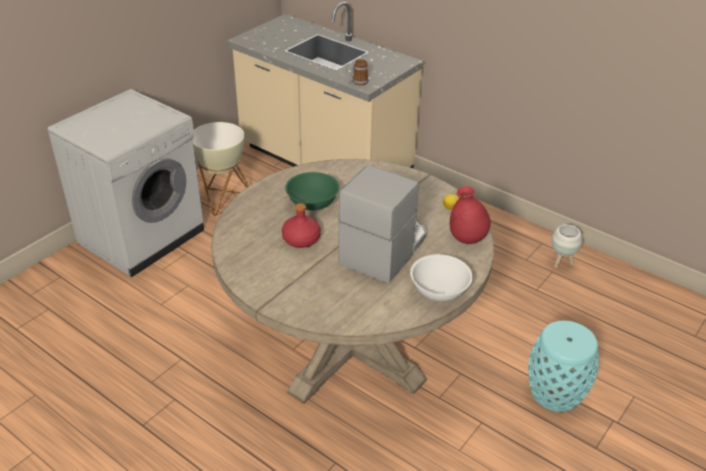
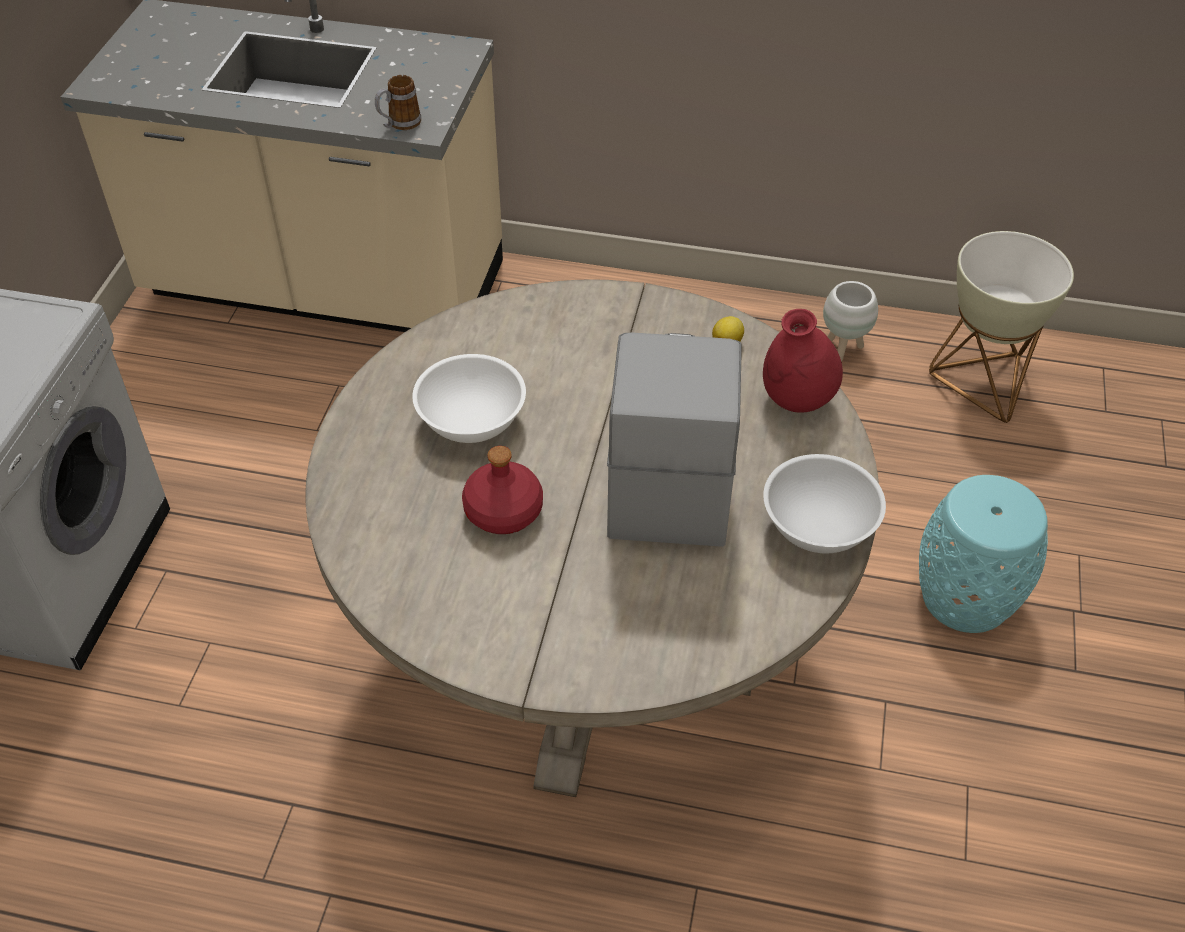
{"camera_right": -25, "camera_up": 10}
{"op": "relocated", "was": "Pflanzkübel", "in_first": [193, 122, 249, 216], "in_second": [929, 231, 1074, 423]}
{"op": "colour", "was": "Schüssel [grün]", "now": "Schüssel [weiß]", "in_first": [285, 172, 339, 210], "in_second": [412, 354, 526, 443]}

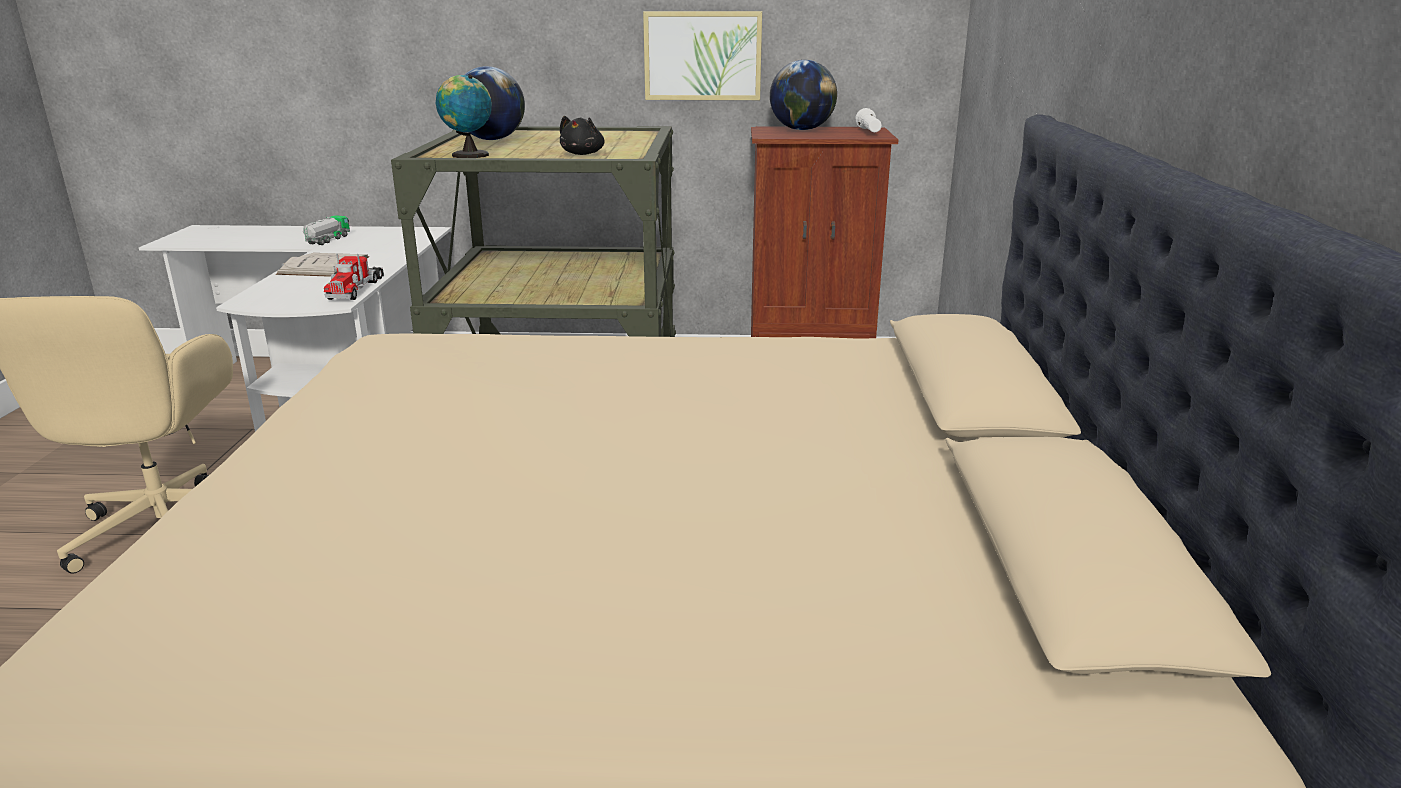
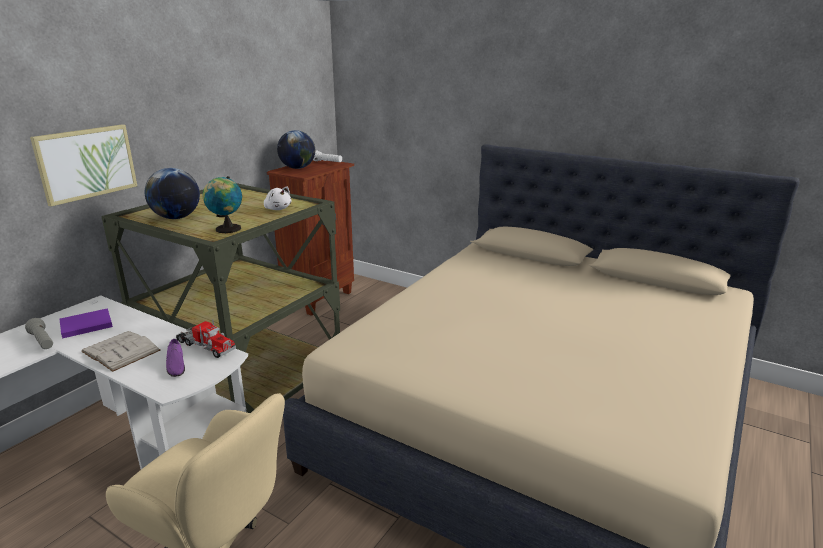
{"camera_right": -60, "camera_up": 0}
{"op": "relocated", "was": "Bild", "in_first": [643, 11, 762, 100], "in_second": [30, 124, 137, 207]}
{"op": "colour", "was": "Plüschtier [schwarz]", "now": "Plüschtier [weiß]", "in_first": [560, 116, 605, 155], "in_second": [264, 186, 291, 210]}
{"op": "exchanged", "was": "Spielzeuglaster", "now": "Taschenlampe [grau]", "in_first": [303, 215, 350, 245], "in_second": [25, 318, 53, 349]}
{"op": "appeared", "now": "Buch [lila]", "in_second": [60, 308, 113, 339]}
{"op": "appeared", "now": "Schuh [lila]", "in_second": [166, 339, 185, 377]}

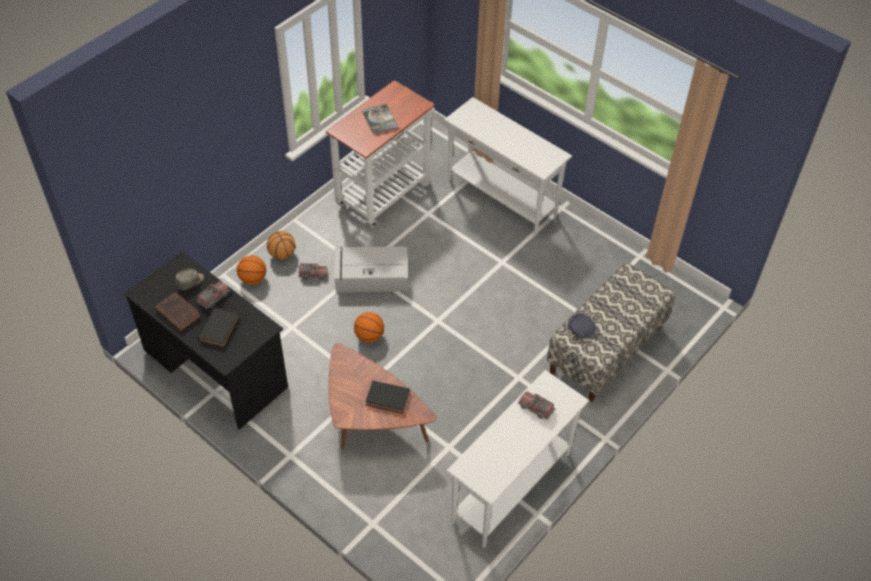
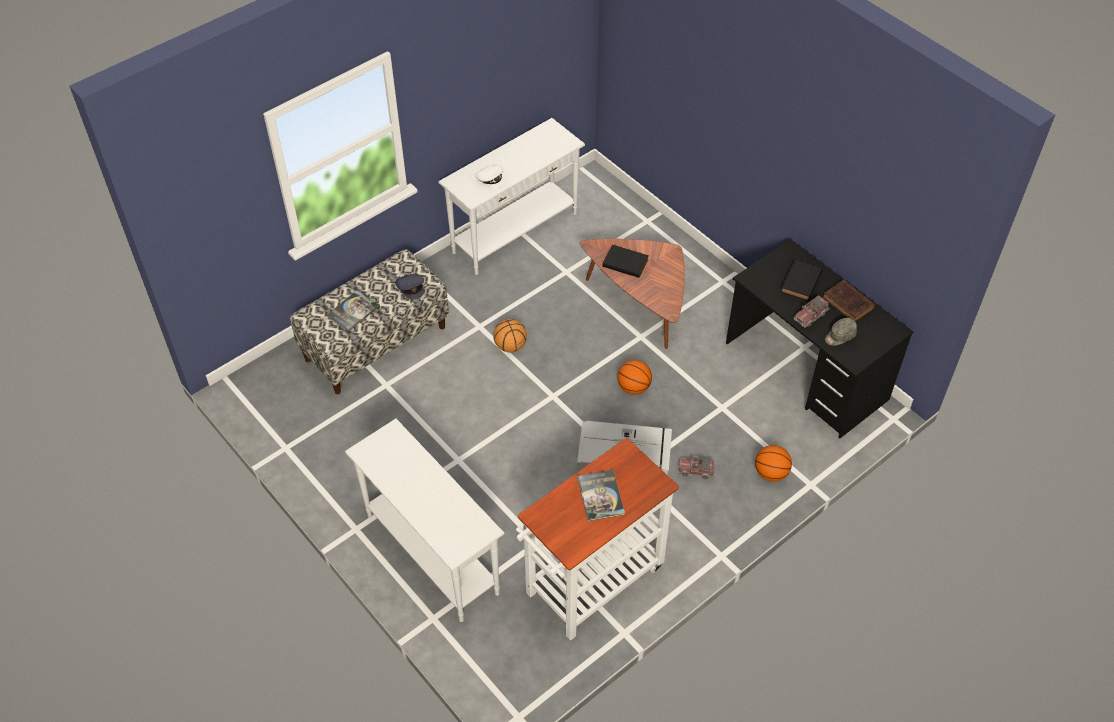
{"camera_right": -170, "camera_up": 0}
{"op": "relocated", "was": "Basketball", "in_first": [267, 231, 295, 260], "in_second": [493, 319, 527, 352]}
{"op": "exchanged", "was": "Spielzeuglaster", "now": "Kappe [weiß]", "in_first": [518, 391, 555, 420], "in_second": [475, 165, 505, 189]}
{"op": "appeared", "now": "Buch", "in_second": [327, 290, 380, 331]}

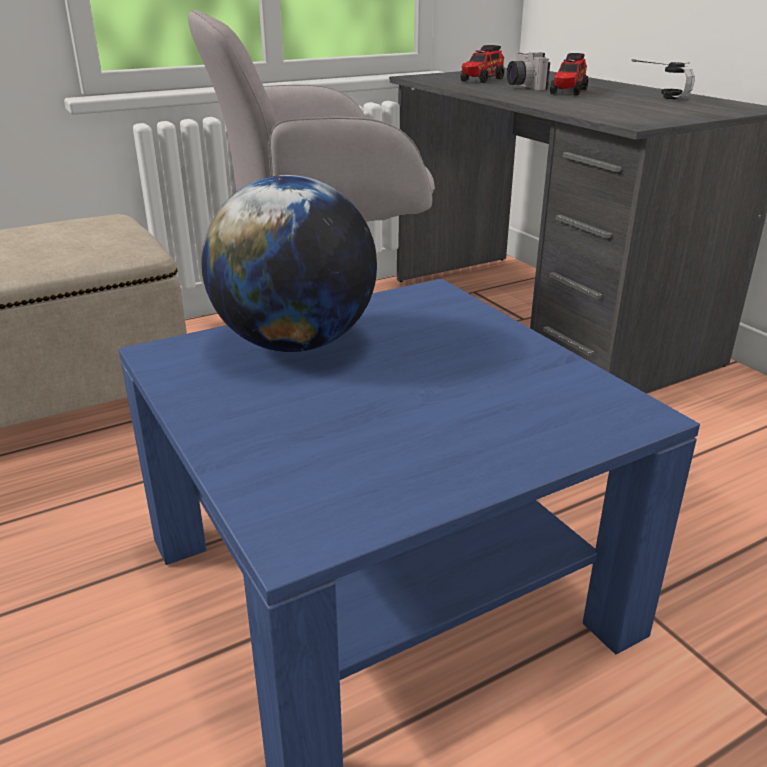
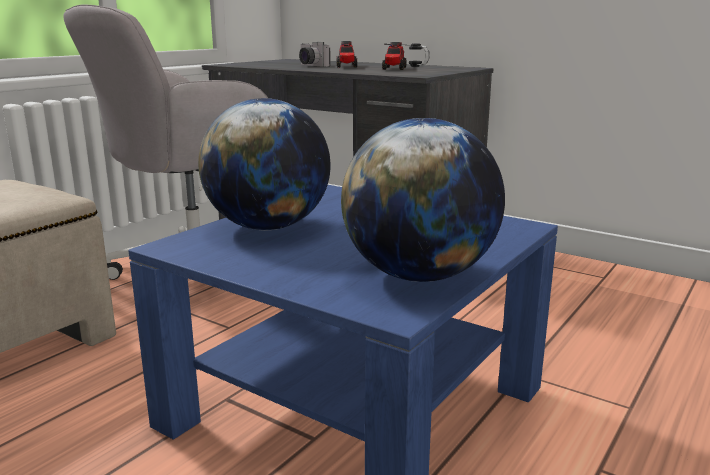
{"camera_right": -25, "camera_up": -10}
{"op": "relocated", "was": "Spielzeuglaster", "in_first": [460, 45, 505, 83], "in_second": [382, 42, 406, 70]}
{"op": "appeared", "now": "Globus", "in_second": [341, 118, 505, 282]}

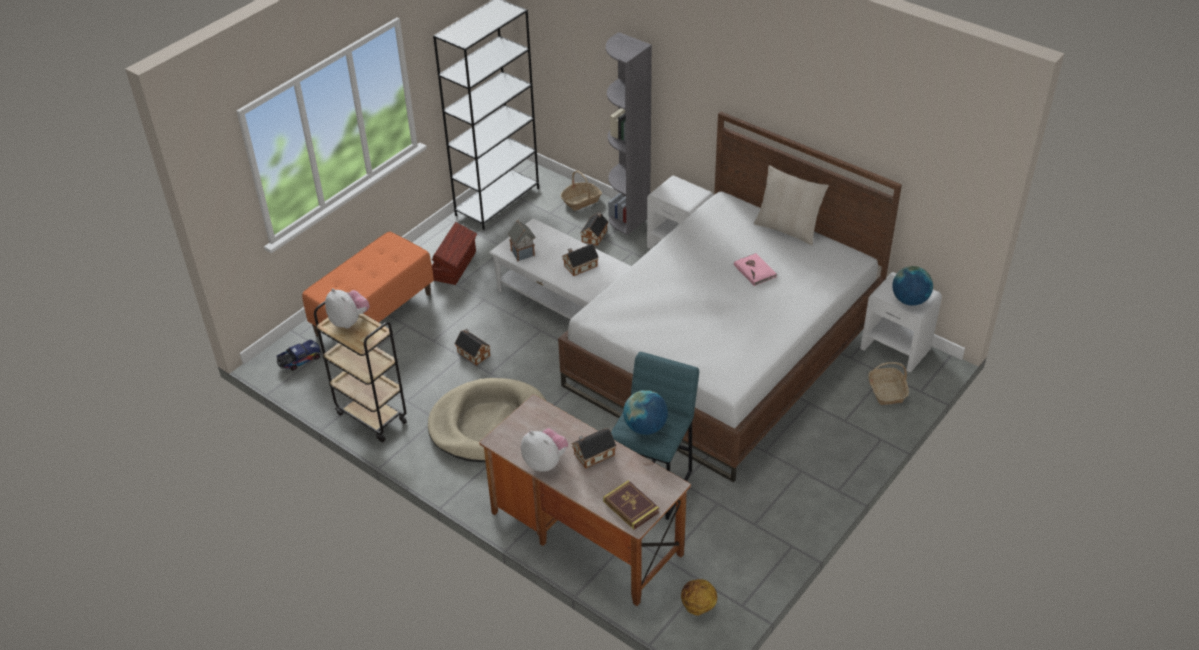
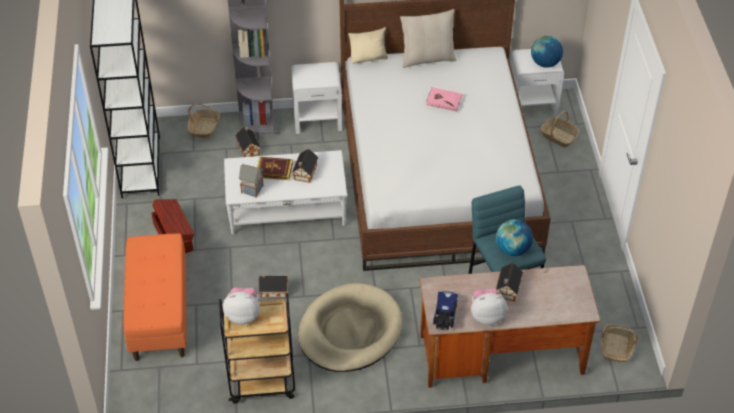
{"camera_right": -45, "camera_up": 5}
{"op": "relocated", "was": "Spielzeuglaster", "in_first": [277, 339, 321, 371], "in_second": [433, 291, 458, 330]}
{"op": "relocated", "was": "Buch", "in_first": [603, 480, 659, 530], "in_second": [257, 157, 293, 180]}
{"op": "exchanged", "was": "Basketball", "now": "Korb", "in_first": [681, 579, 717, 616], "in_second": [601, 324, 638, 363]}
{"op": "appeared", "now": "Kissen [beige]", "in_second": [348, 27, 388, 64]}

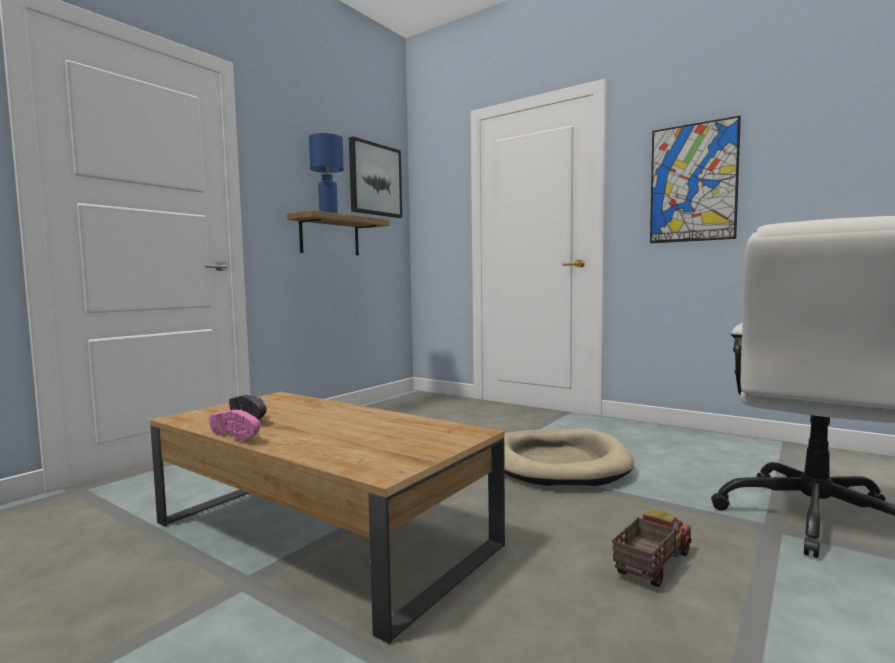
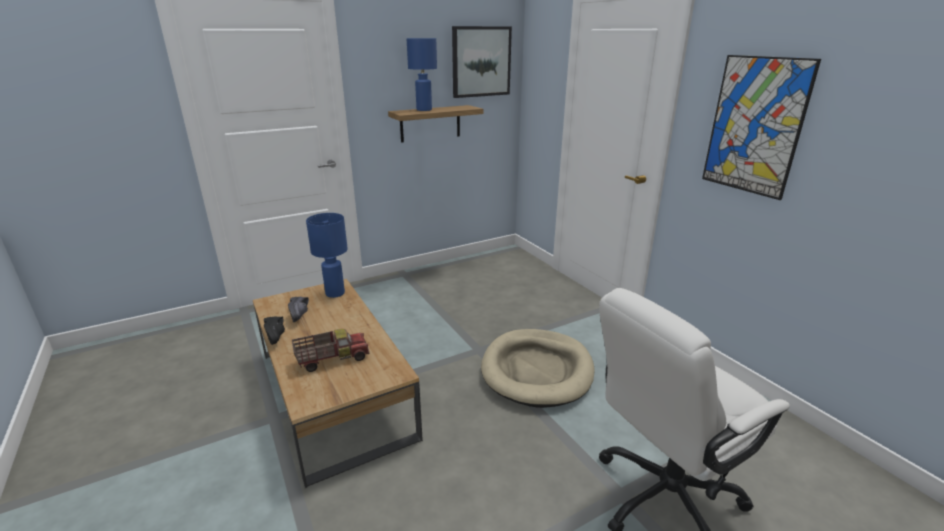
{"camera_right": 25, "camera_up": 20}
{"op": "colour", "was": "Schuh [rosa]", "now": "Schuh [schwarz]", "in_first": [209, 410, 261, 441], "in_second": [264, 316, 285, 345]}
{"op": "relocated", "was": "Spielzeuglaster", "in_first": [612, 510, 691, 587], "in_second": [292, 329, 369, 372]}
{"op": "appeared", "now": "Tischlampe [blau]", "in_second": [306, 213, 348, 298]}

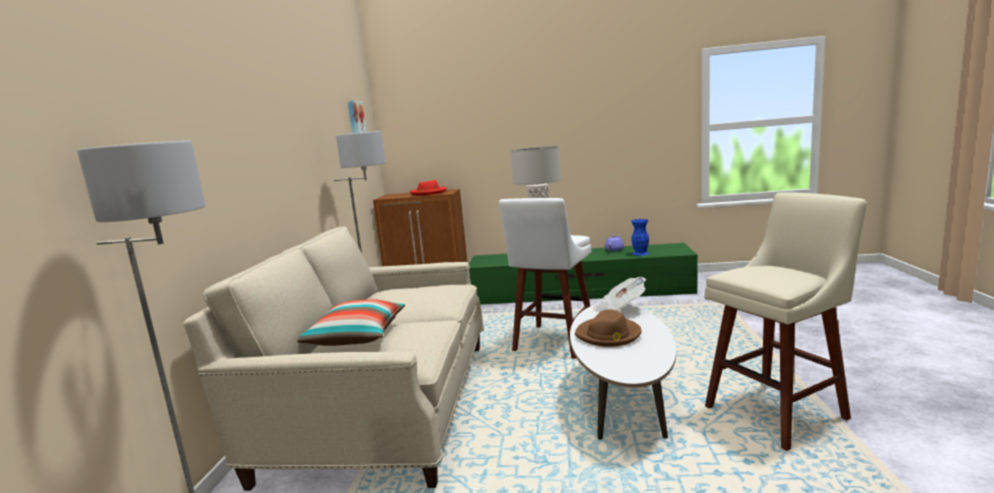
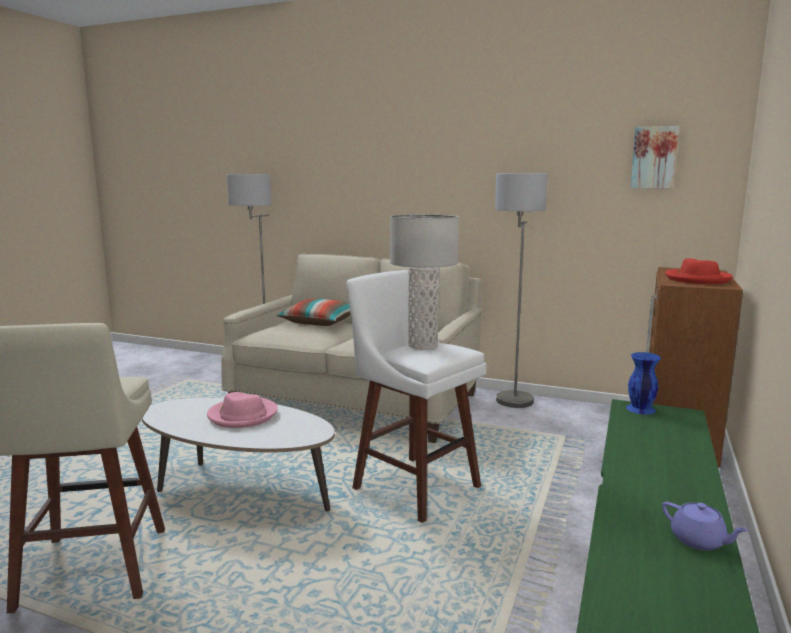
{"camera_right": 105, "camera_up": 0}
{"op": "relocated", "was": "Vase [blau]", "in_first": [631, 219, 649, 256], "in_second": [626, 352, 661, 415]}
{"op": "missing", "was": "Zeitung", "in_first": [593, 277, 646, 312]}
{"op": "colour", "was": "Hut [braun]", "now": "Hut [rosa]", "in_first": [575, 309, 642, 347], "in_second": [207, 392, 278, 428]}

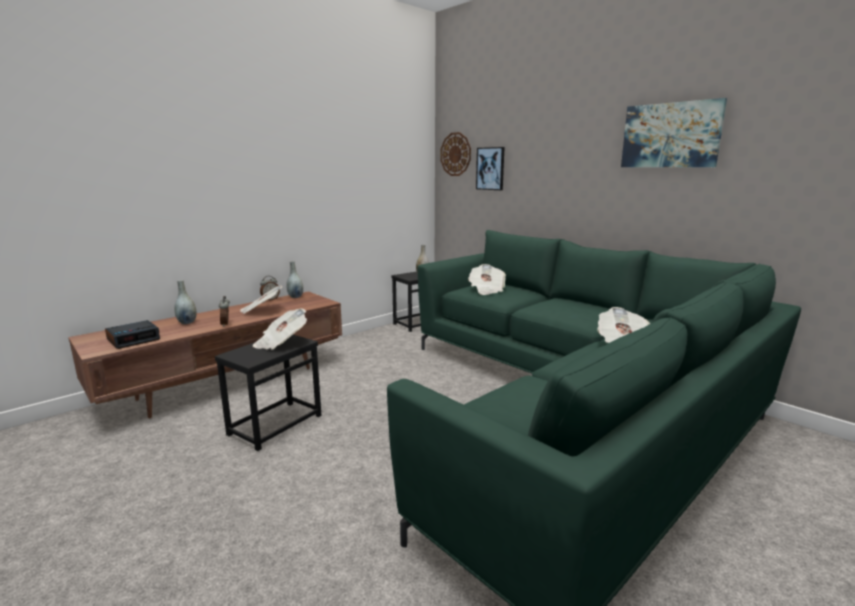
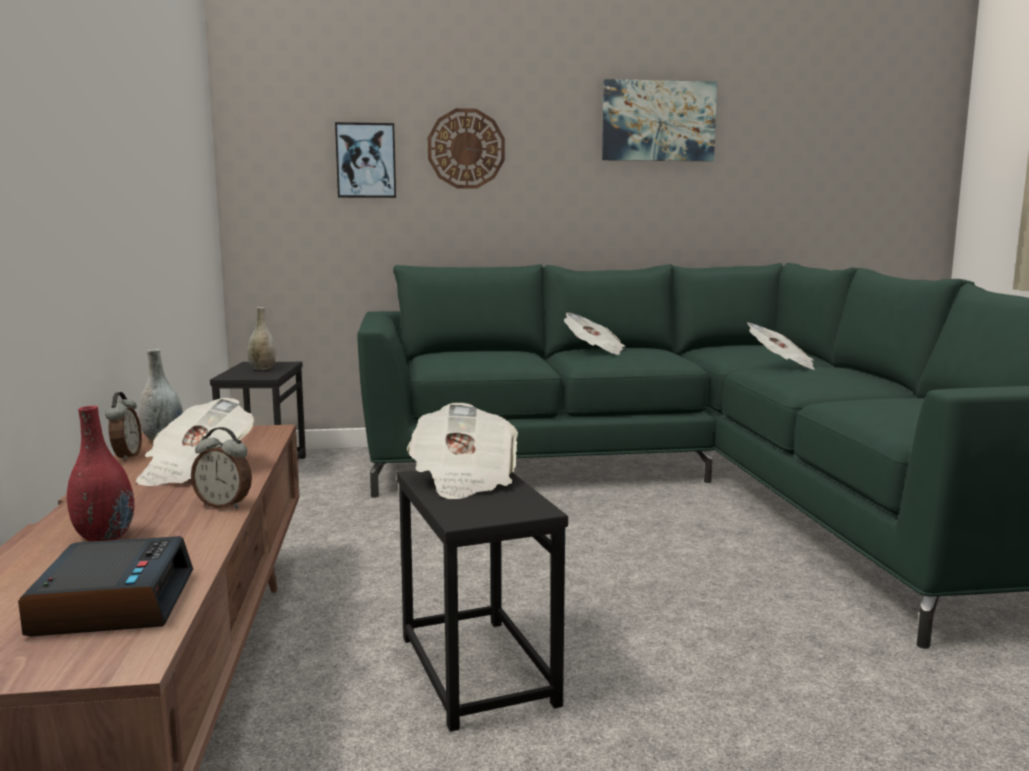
{"camera_right": -55, "camera_up": -5}
{"op": "relocated", "was": "Wanduhr", "in_first": [440, 132, 471, 176], "in_second": [428, 108, 505, 189]}
{"op": "relocated", "was": "Zeitung", "in_first": [468, 264, 506, 295], "in_second": [564, 313, 625, 355]}
{"op": "colour", "was": "Vase [grau]", "now": "Vase [rot]", "in_first": [174, 280, 197, 324], "in_second": [67, 406, 134, 542]}

